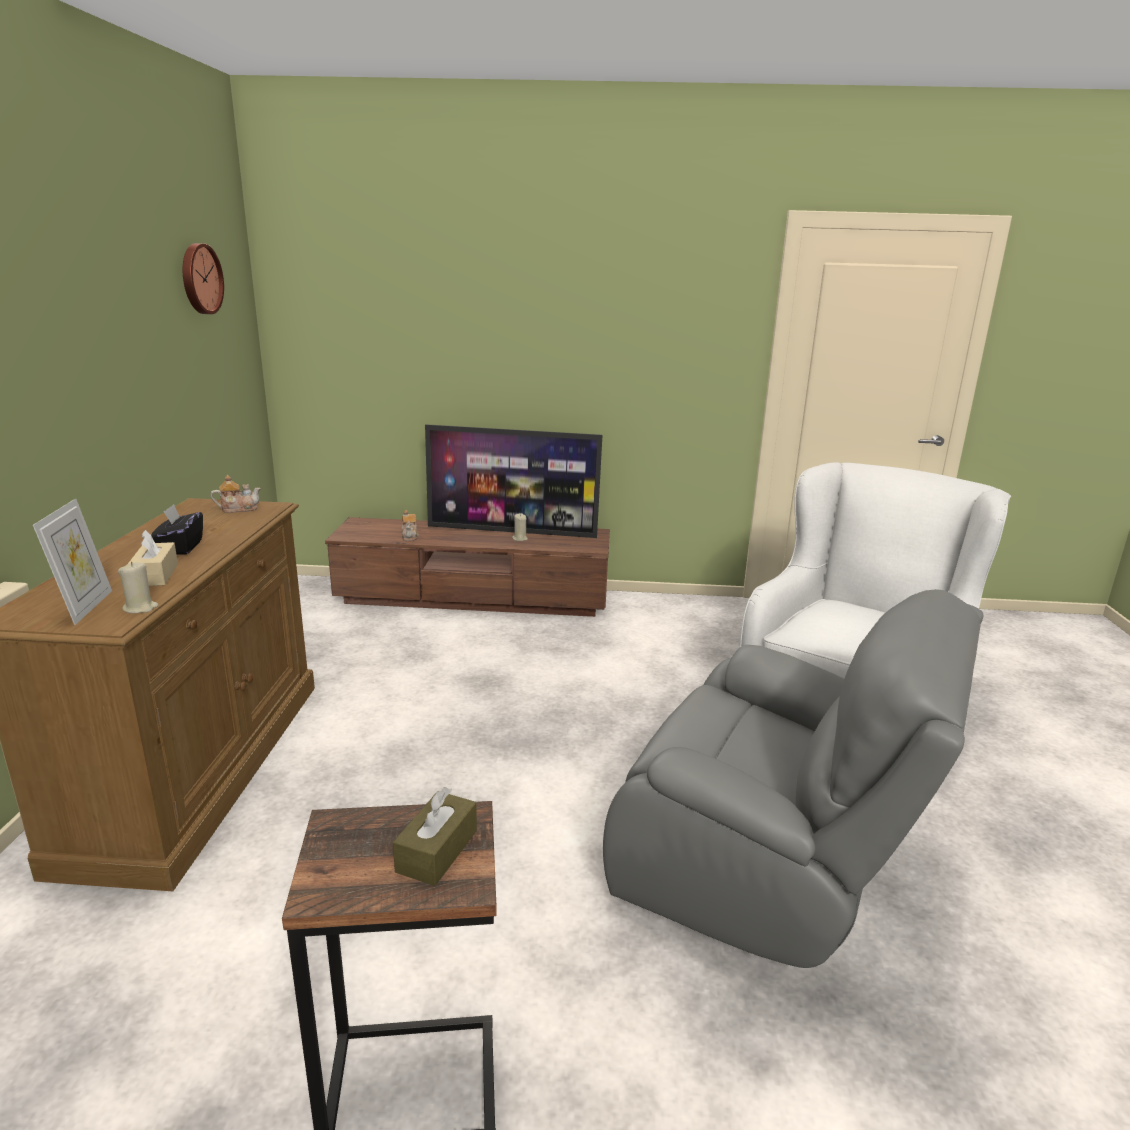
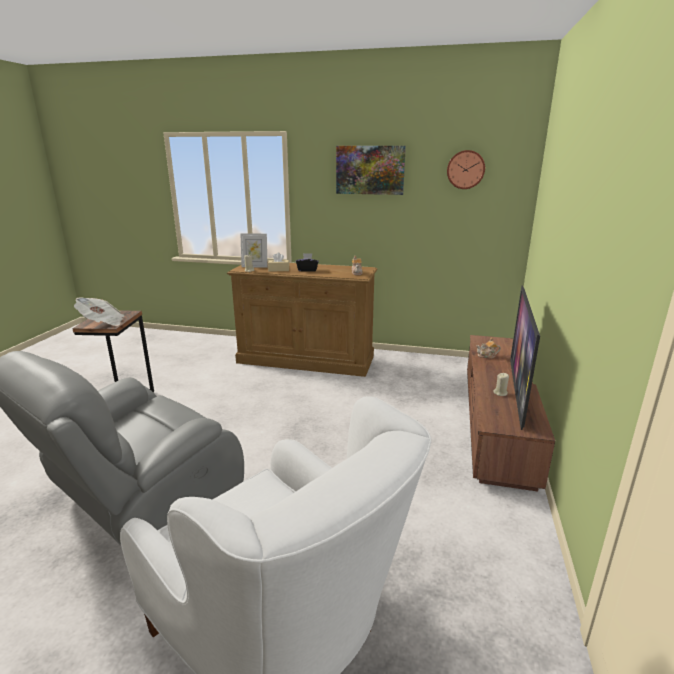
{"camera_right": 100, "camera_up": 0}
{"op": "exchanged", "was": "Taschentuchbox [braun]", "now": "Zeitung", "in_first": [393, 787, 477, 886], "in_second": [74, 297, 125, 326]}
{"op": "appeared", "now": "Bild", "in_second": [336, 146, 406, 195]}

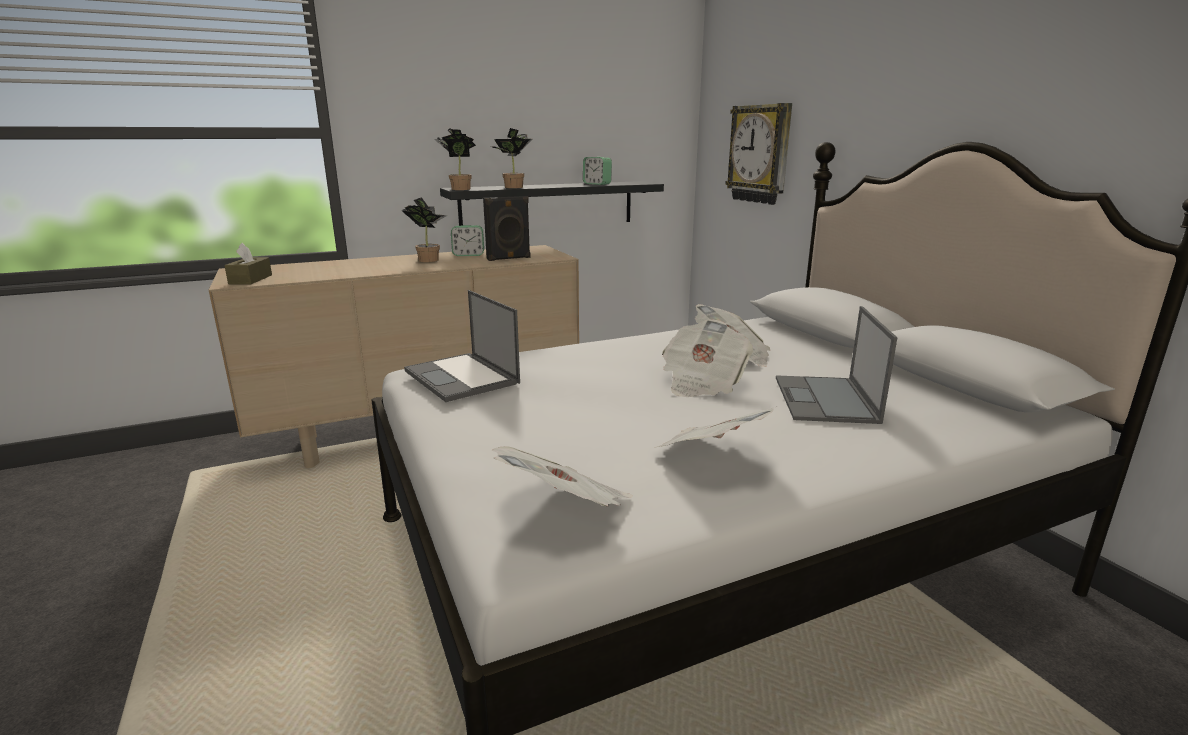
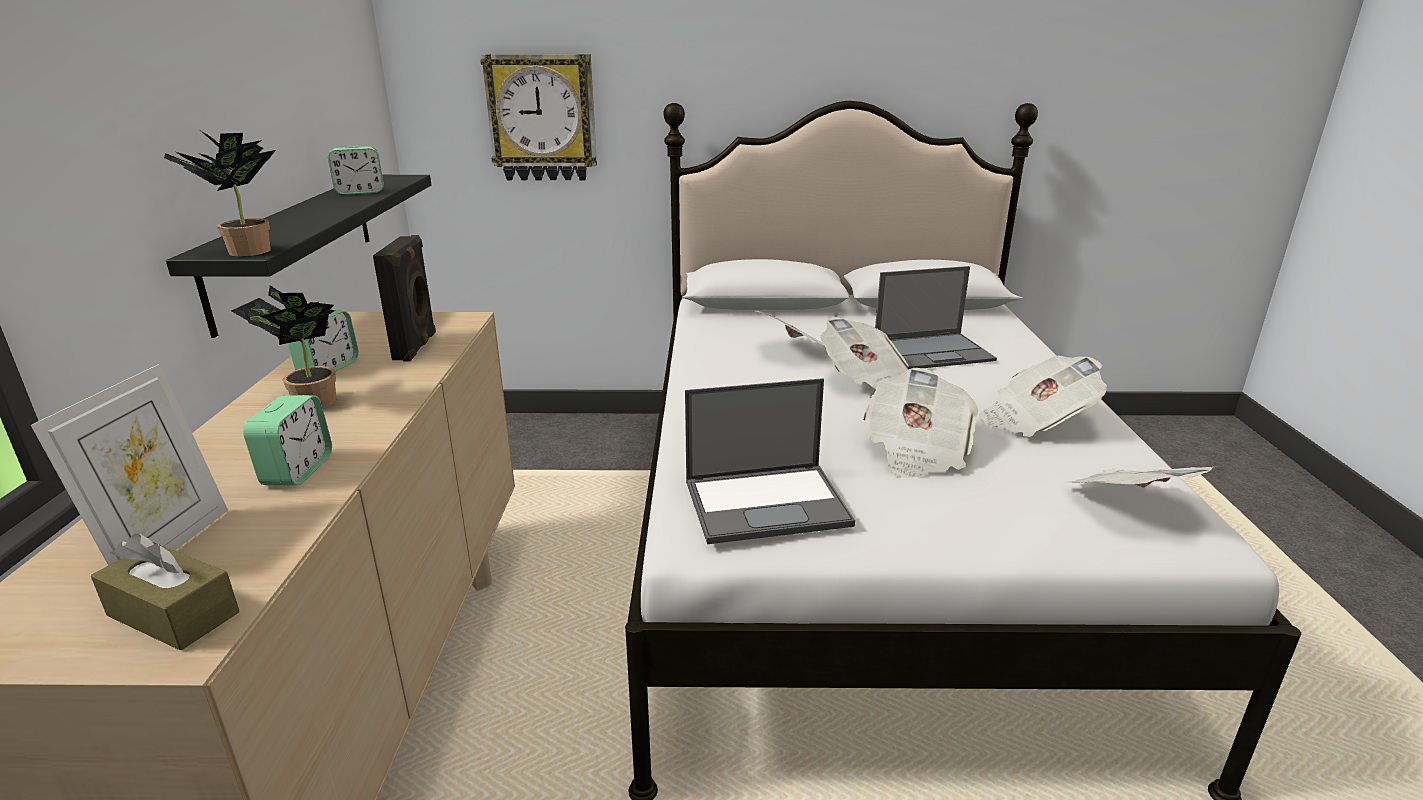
{"camera_right": -65, "camera_up": 5}
{"op": "missing", "was": "Topfpflanze", "in_first": [491, 128, 533, 188]}
{"op": "spun", "was": "Laptop", "in_first": [776, 306, 897, 424], "in_second": [875, 266, 997, 369], "clockwise": -45}
{"op": "appeared", "now": "Bilderrahmen", "in_second": [31, 364, 228, 565]}
{"op": "appeared", "now": "Zeitung", "in_second": [863, 368, 978, 478]}
{"op": "appeared", "now": "Wecker", "in_second": [243, 395, 332, 486]}

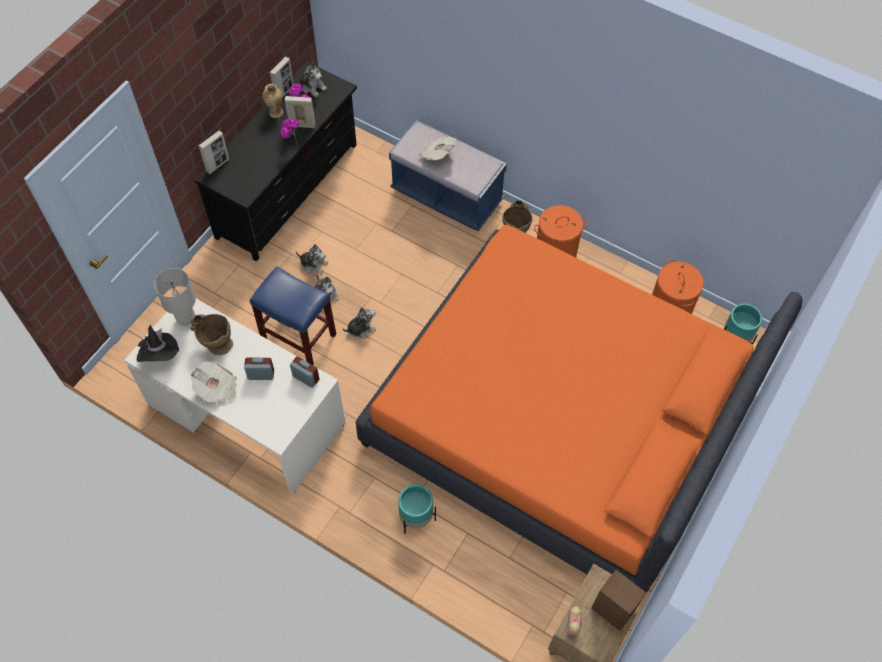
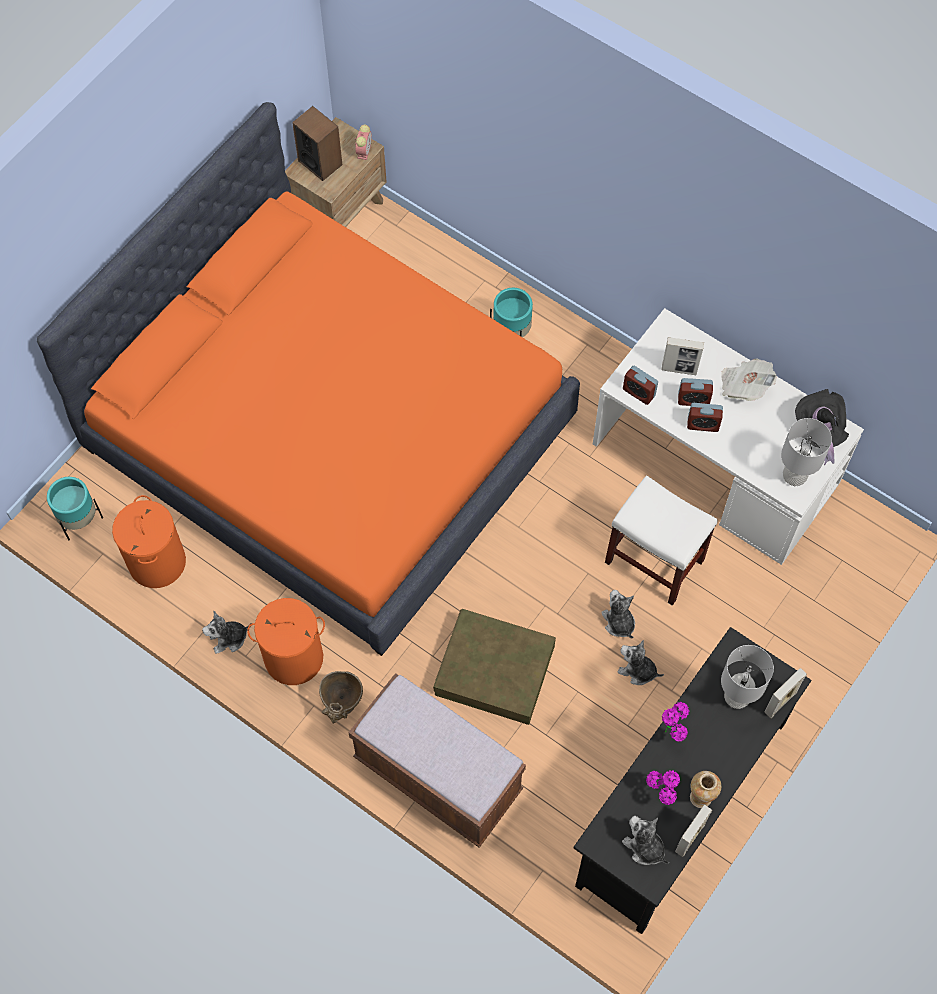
{"camera_right": -175, "camera_up": 5}
{"op": "relocated", "was": "Bilderrahmen", "in_first": [285, 96, 316, 128], "in_second": [661, 337, 704, 375]}
{"op": "colour", "was": "Bank [blau]", "now": "Bank [braun]", "in_first": [389, 120, 507, 231], "in_second": [348, 673, 526, 848]}
{"op": "missing", "was": "Zeitung", "in_first": [420, 136, 456, 160]}
{"op": "colour", "was": "Hocker [blau]", "now": "Hocker [weiß]", "in_first": [250, 267, 336, 365], "in_second": [605, 475, 717, 606]}
{"op": "relocated", "was": "Plüschtier", "in_first": [343, 307, 376, 339], "in_second": [202, 611, 252, 654]}
{"op": "missing", "was": "Vase [beige]", "in_first": [190, 314, 233, 355]}
{"op": "appeared", "now": "Wecker", "in_second": [687, 403, 723, 432]}
{"op": "appeared", "now": "Aufbewahrungsbox [braun]", "in_second": [433, 609, 556, 725]}
{"op": "appeared", "now": "Tischlampe [grau]", "in_second": [721, 645, 774, 709]}

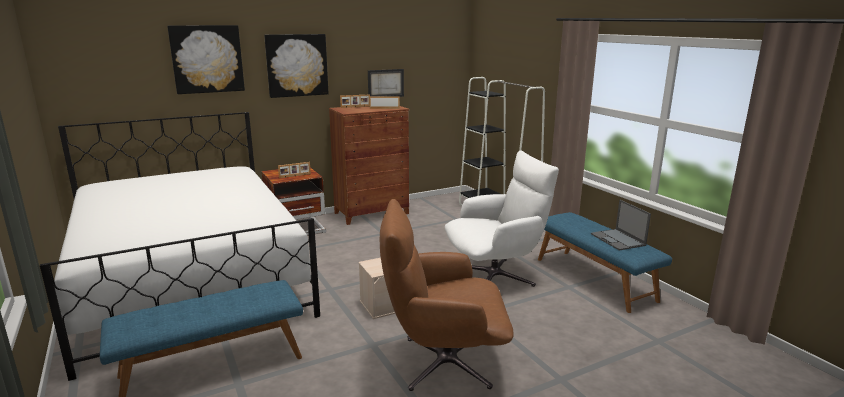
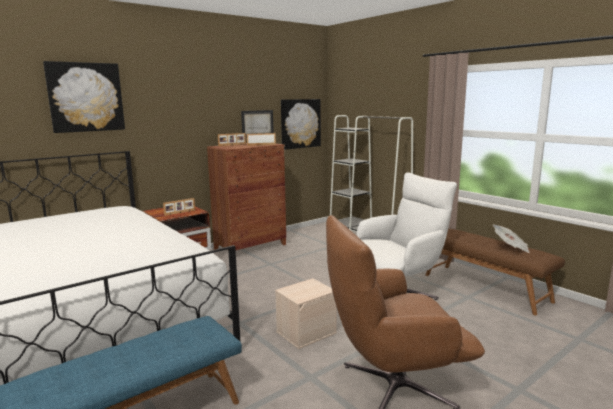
{"camera_right": -10, "camera_up": -5}
{"op": "relocated", "was": "Bild", "in_first": [264, 34, 329, 98], "in_second": [281, 99, 321, 150]}
{"op": "exchanged", "was": "Laptop", "now": "Zeitung", "in_first": [591, 200, 651, 250], "in_second": [493, 224, 530, 253]}
{"op": "colour", "was": "Bank [blau]", "now": "Bank [braun]", "in_first": [538, 212, 672, 313], "in_second": [426, 229, 565, 315]}

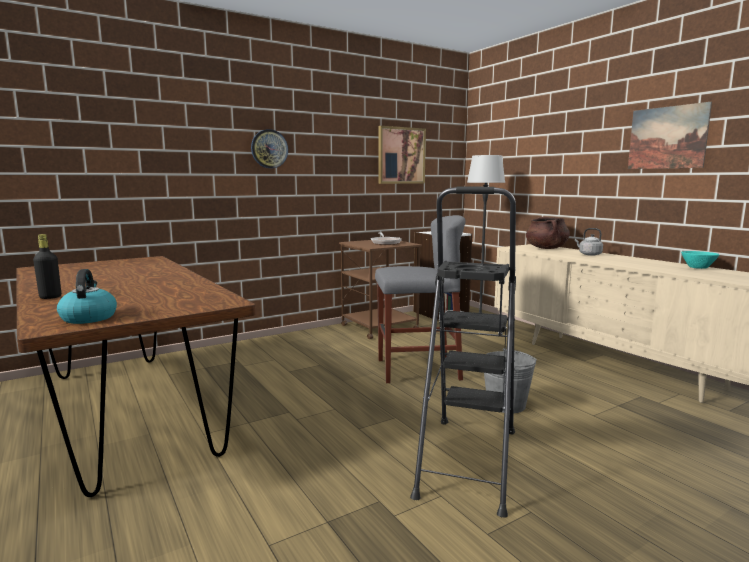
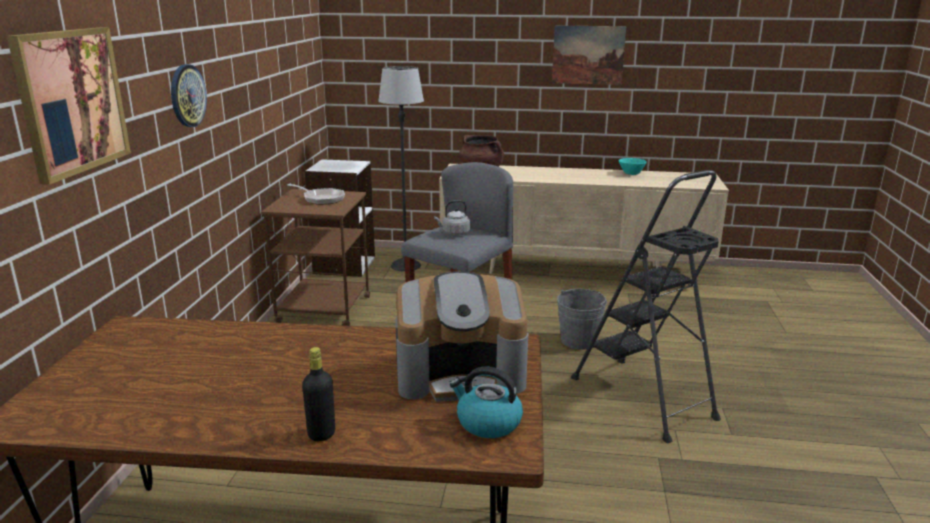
{"camera_right": -50, "camera_up": 10}
{"op": "relocated", "was": "Bild", "in_first": [378, 126, 426, 184], "in_second": [7, 27, 131, 185]}
{"op": "relocated", "was": "Wasserkessel [grau]", "in_first": [575, 228, 603, 256], "in_second": [434, 200, 470, 236]}
{"op": "appeared", "now": "Kaffeemaschine", "in_second": [395, 271, 528, 402]}

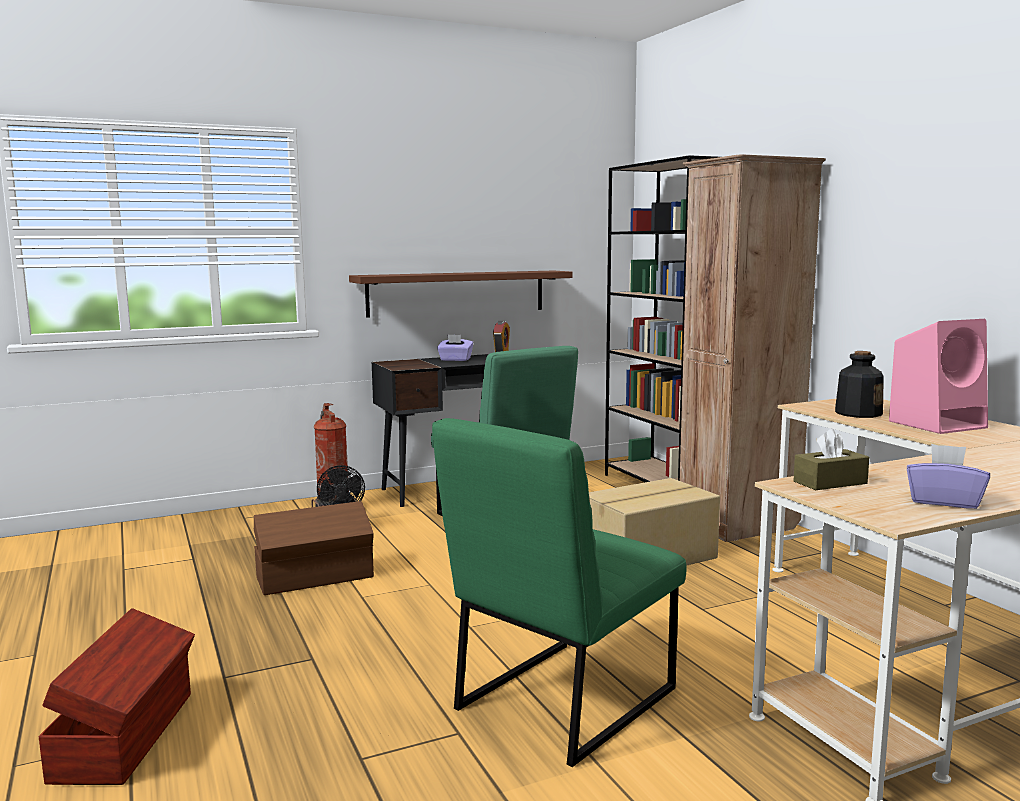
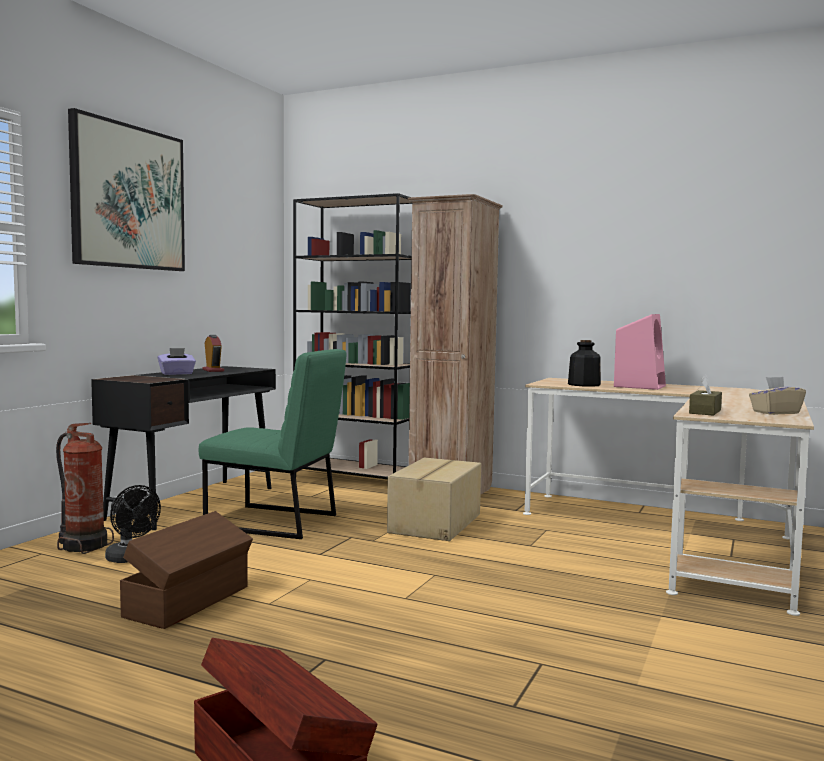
{"camera_right": -40, "camera_up": -5}
{"op": "missing", "was": "Wandregal [braun]", "in_first": [349, 271, 573, 318]}
{"op": "missing", "was": "Stuhl [grün]", "in_first": [432, 418, 687, 767]}
{"op": "colour", "was": "Taschentuchbox [lila]", "now": "Taschentuchbox [beige]", "in_first": [907, 444, 990, 509], "in_second": [749, 377, 806, 415]}
{"op": "appeared", "now": "Bild", "in_second": [68, 108, 185, 271]}

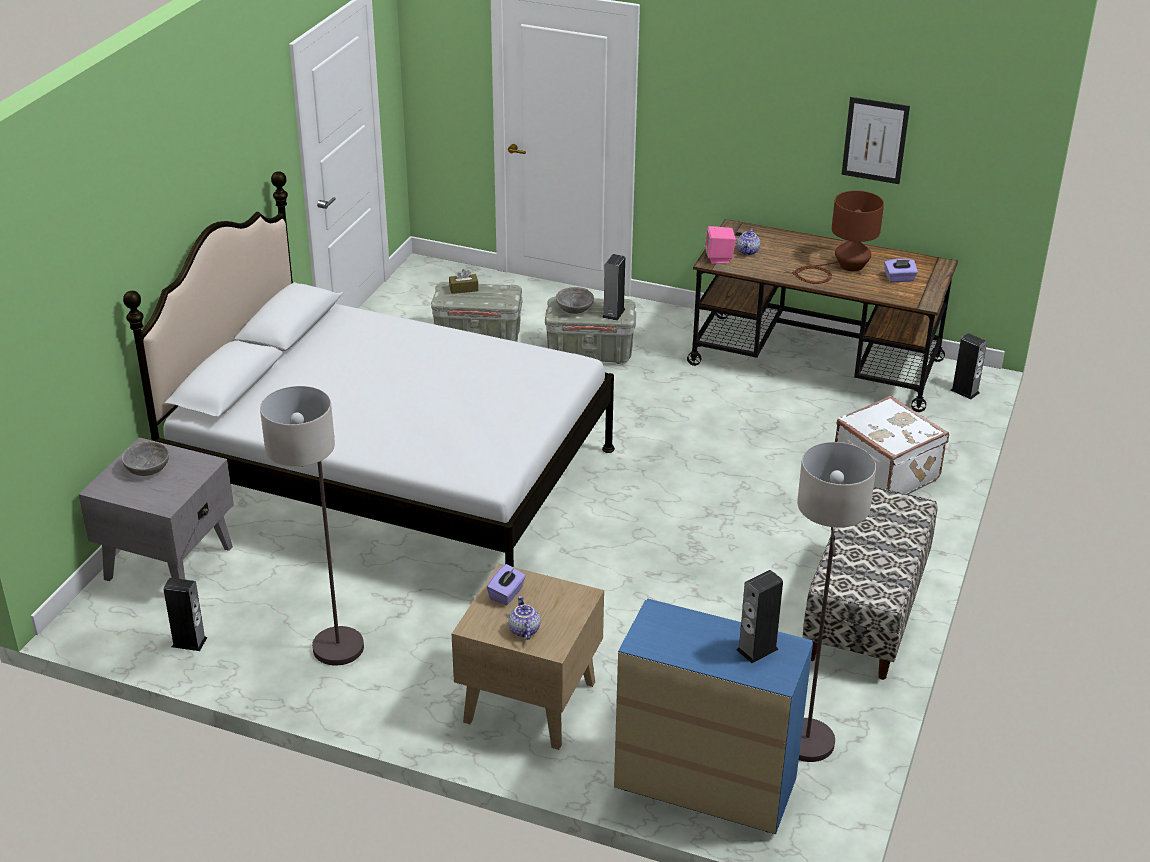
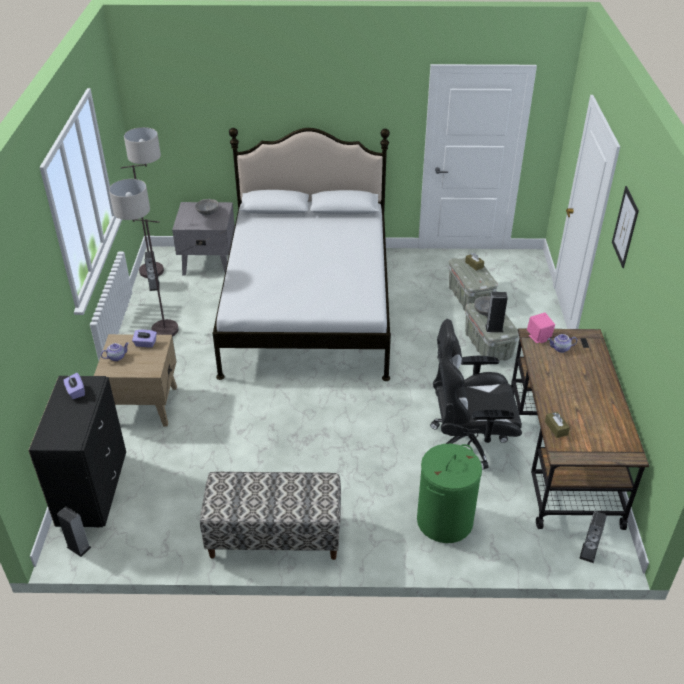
{"camera_right": 70, "camera_up": 5}
{"op": "relocated", "was": "Bild", "in_first": [842, 97, 910, 184], "in_second": [612, 186, 639, 268]}
{"op": "missing", "was": "Tischlampe [braun]", "in_first": [792, 190, 884, 284]}
{"op": "relocated", "was": "Taschentuchbox [lila]", "in_first": [884, 259, 918, 282], "in_second": [64, 373, 85, 399]}
{"op": "exchanged", "was": "Koffer [weiß]", "now": "Wäschekorb [grün]", "in_first": [835, 396, 949, 495], "in_second": [417, 444, 482, 543]}
{"op": "relocated", "was": "Stehlampe [grau]", "in_first": [797, 442, 876, 762], "in_second": [121, 127, 164, 278]}
{"op": "relocated", "was": "Lautsprecher", "in_first": [736, 570, 783, 663], "in_second": [57, 507, 92, 557]}
{"op": "colour", "was": "Kommode [blau]", "now": "Kommode [schwarz]", "in_first": [614, 599, 813, 834], "in_second": [28, 376, 126, 528]}
{"op": "appeared", "now": "Bürostuhl [schwarz]", "in_second": [430, 319, 522, 470]}
{"op": "appeared", "now": "Taschentuchbox [braun]", "in_second": [545, 411, 570, 438]}

